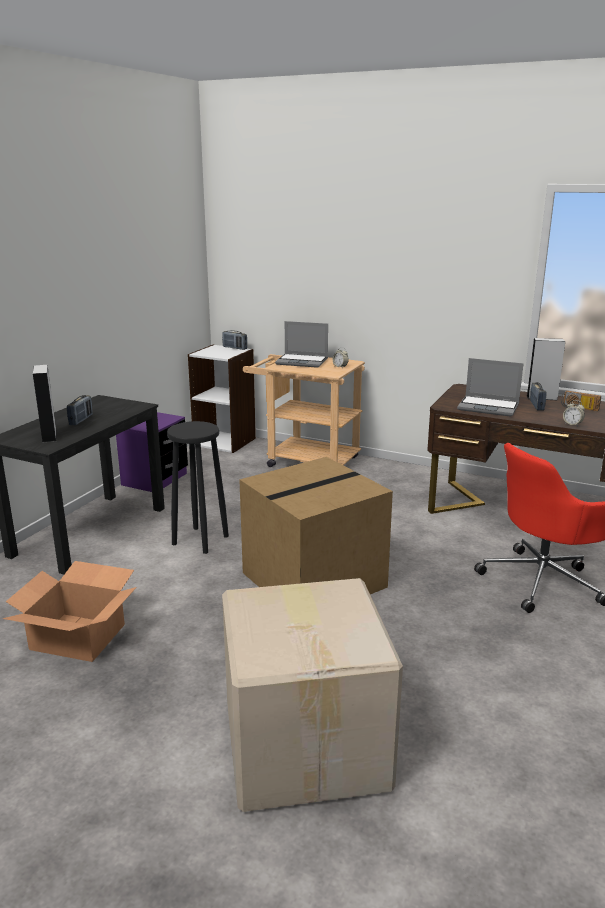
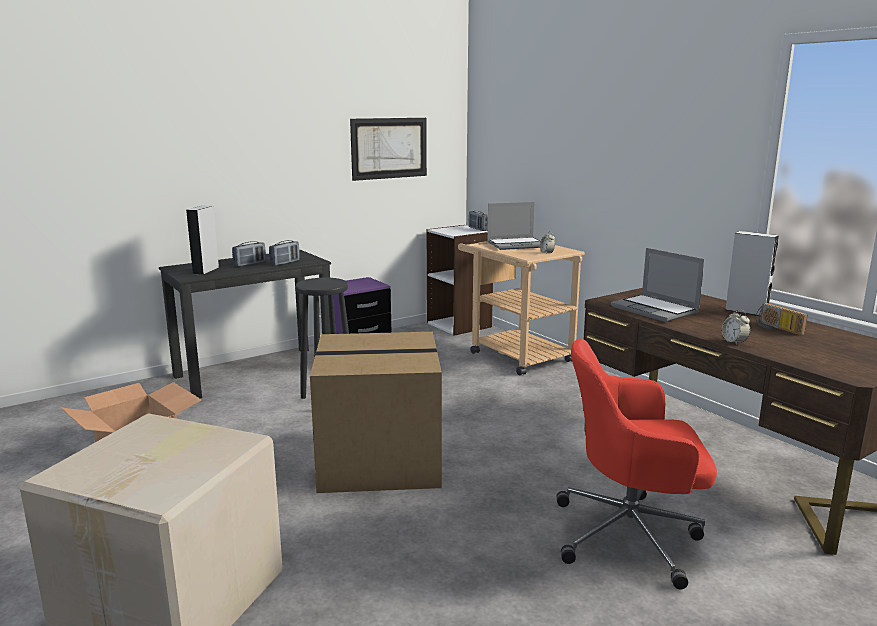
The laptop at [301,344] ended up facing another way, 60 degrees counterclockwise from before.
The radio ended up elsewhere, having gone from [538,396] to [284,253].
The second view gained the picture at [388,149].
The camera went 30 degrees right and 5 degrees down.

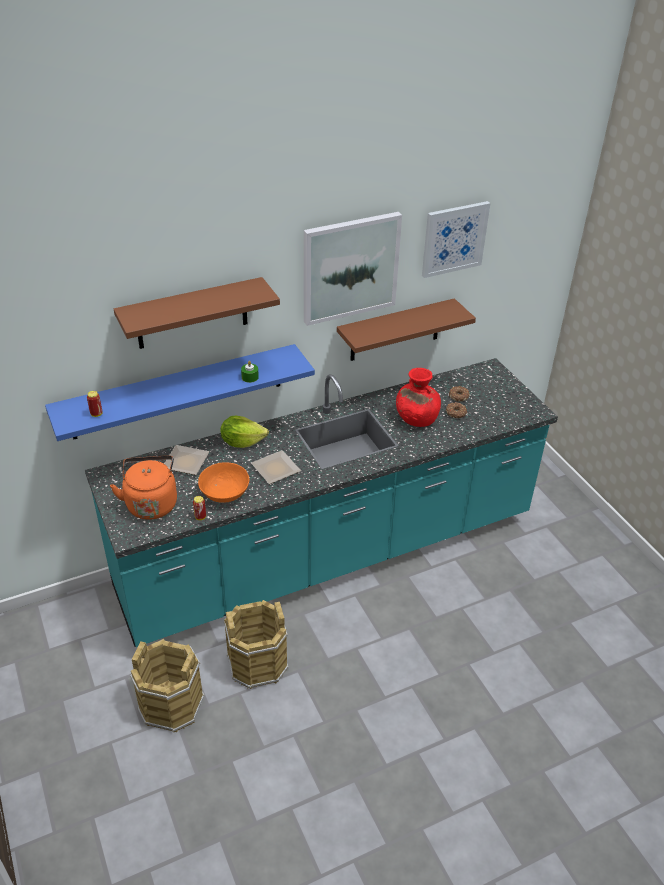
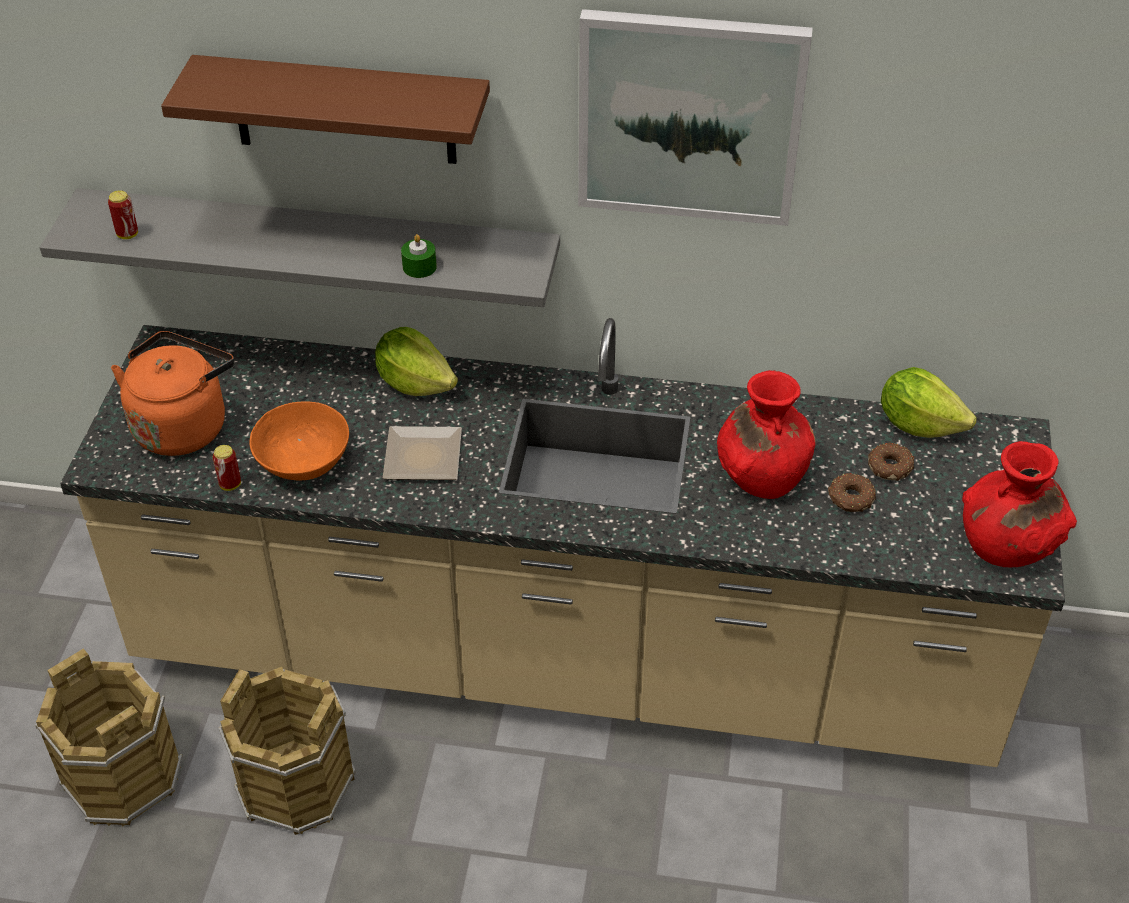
The second view lost the picture at [456,239].
The second view lost the brown_shelf at [406,329].
What was the blue_shelf at [180,392] turned into the grey_shelf at [300,247].
What was the turquoise_counter at [321,502] turned into the beige_counter at [562,542].
The second view lost the plate at [186,460].
The second view gained the lettuce at [929,402].
The second view gained the red_vase at [1019,504].
The camera went 35 degrees right and 5 degrees up.

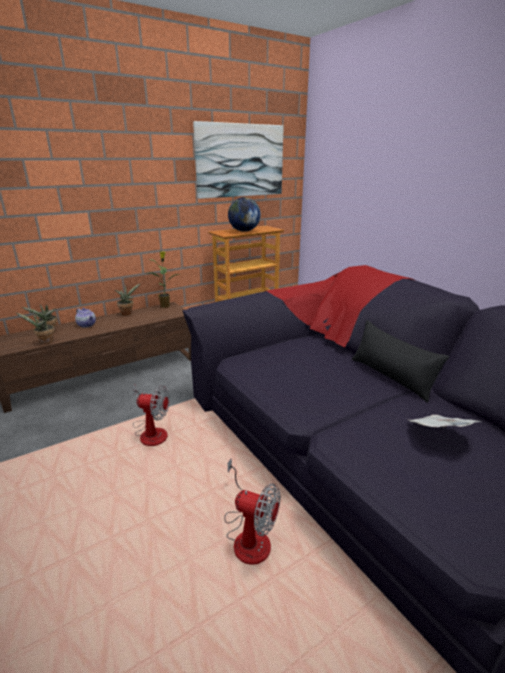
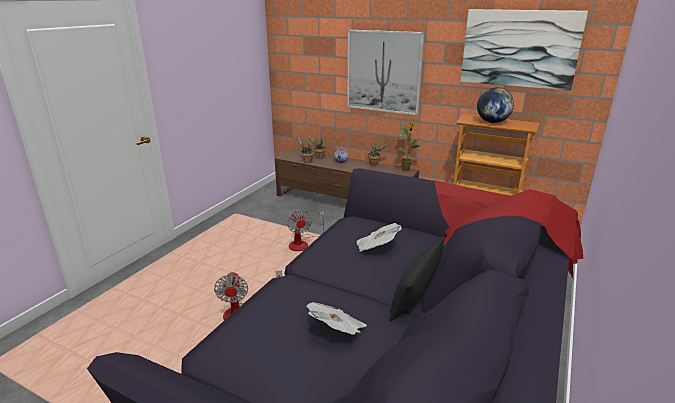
The second view gained the picture at [386,72].
The second view gained the newspaper at [379,237].
The camera went 60 degrees right and 0 degrees up.

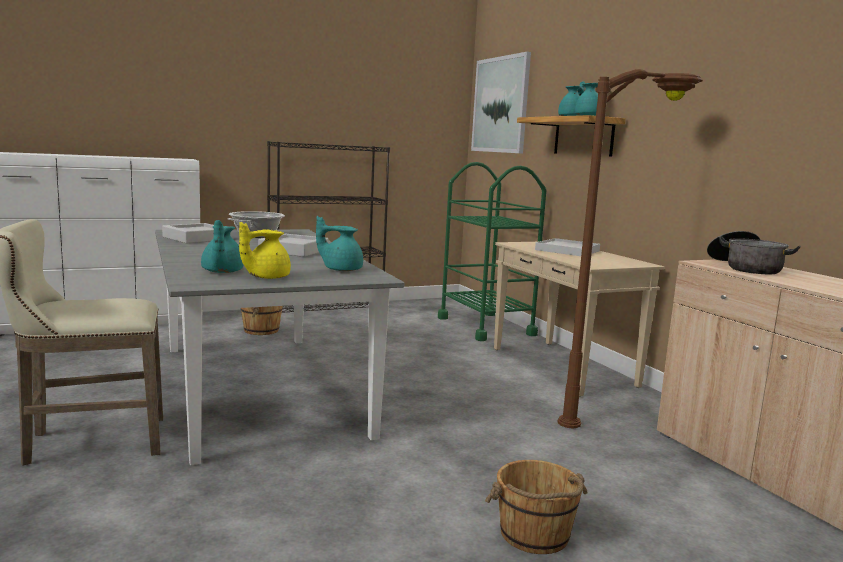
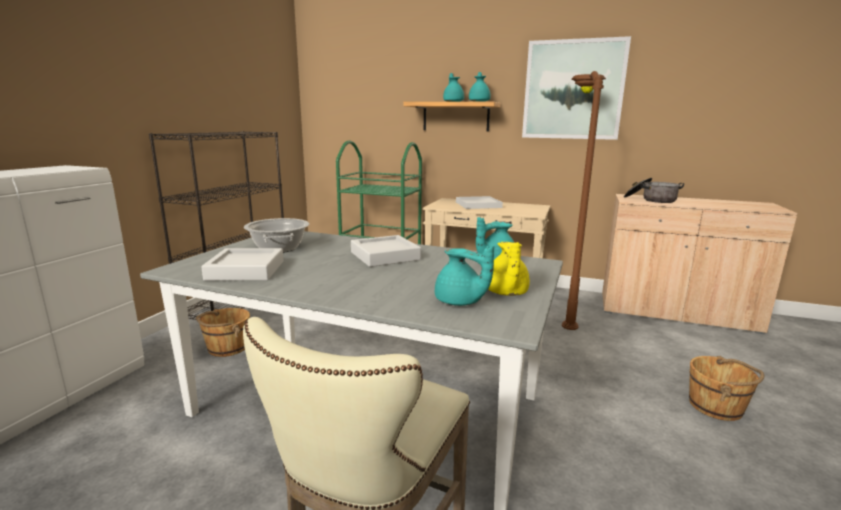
The picture ended up elsewhere, having gone from [501,103] to [576,88].
The camera went 45 degrees left and 5 degrees up.

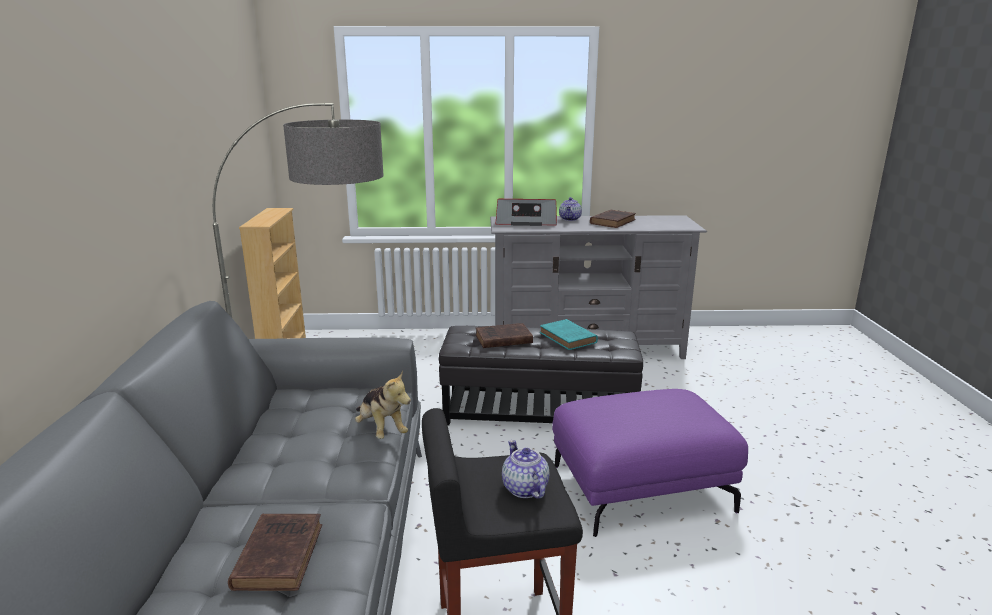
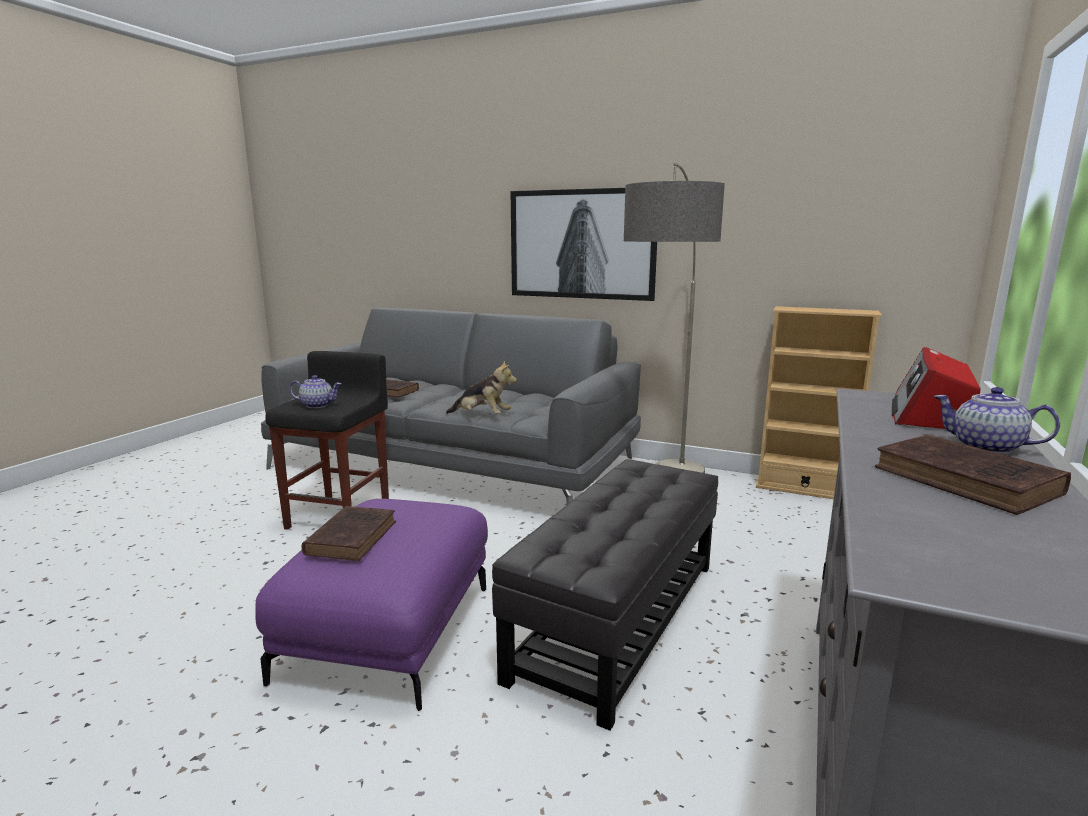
The second view lost the turquoise_book at [569,334].
The brown_book ended up elsewhere, having gone from [504,335] to [349,533].
The plush_toy at [383,405] ended up facing another way, 150 degrees counterclockwise from before.
The second view gained the picture at [583,244].
The camera went 115 degrees right and 5 degrees down.

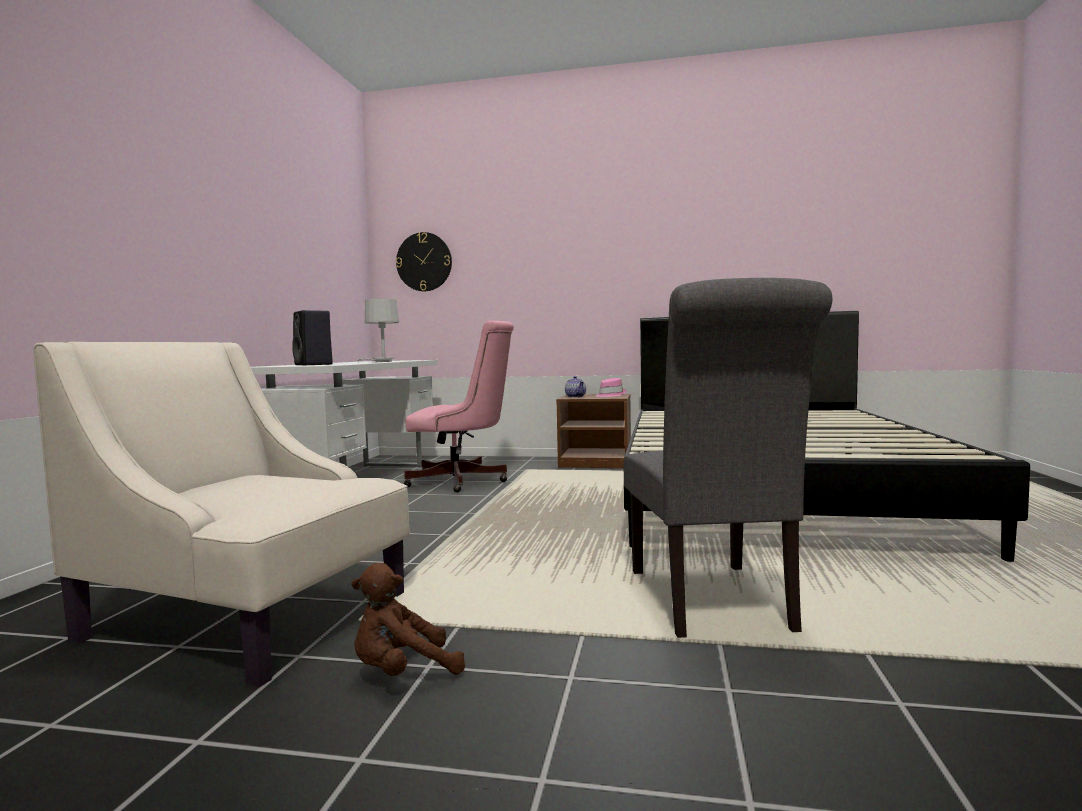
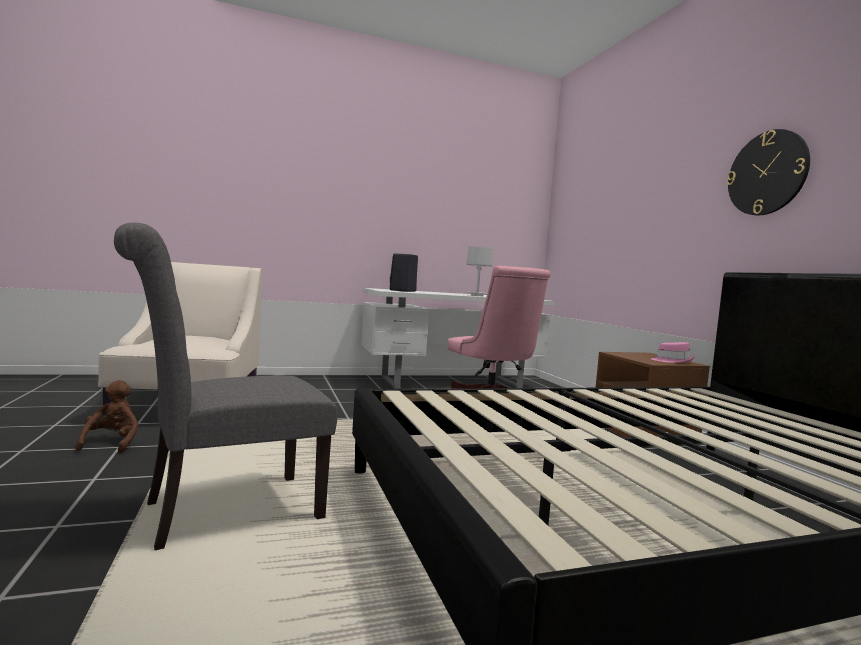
The wall_clock ended up elsewhere, having gone from [424,261] to [768,172].
The second view lost the teapot at [575,387].
The brown_plush_toy at [408,619] ended up facing another way, 45 degrees clockwise from before.
The camera went 60 degrees right and 0 degrees up.

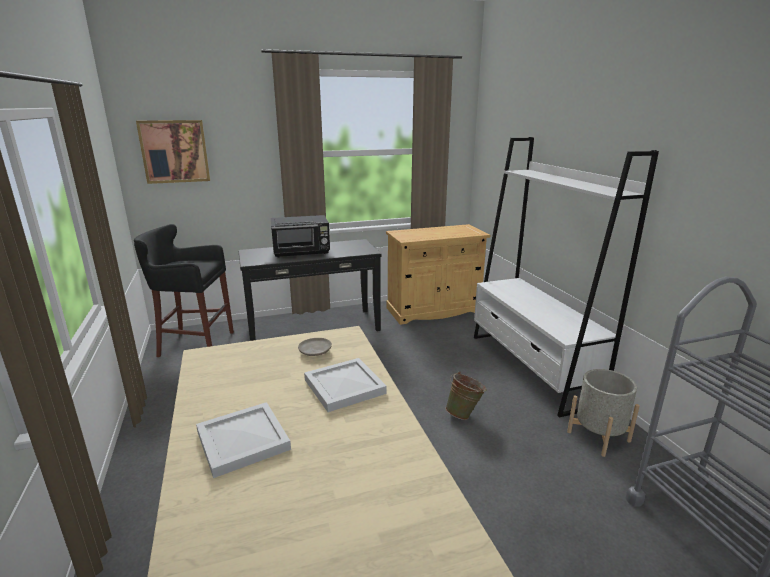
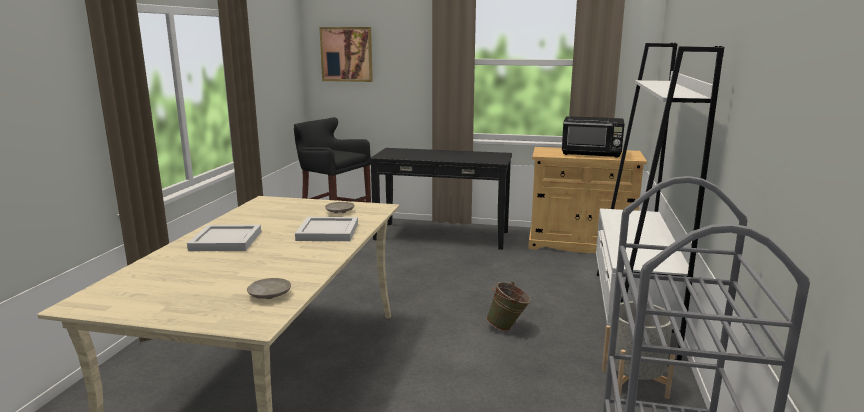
The black_microwave ended up elsewhere, having gone from [300,236] to [593,137].
The second view gained the beige_plate at [269,288].
The camera went 30 degrees right and 5 degrees down.

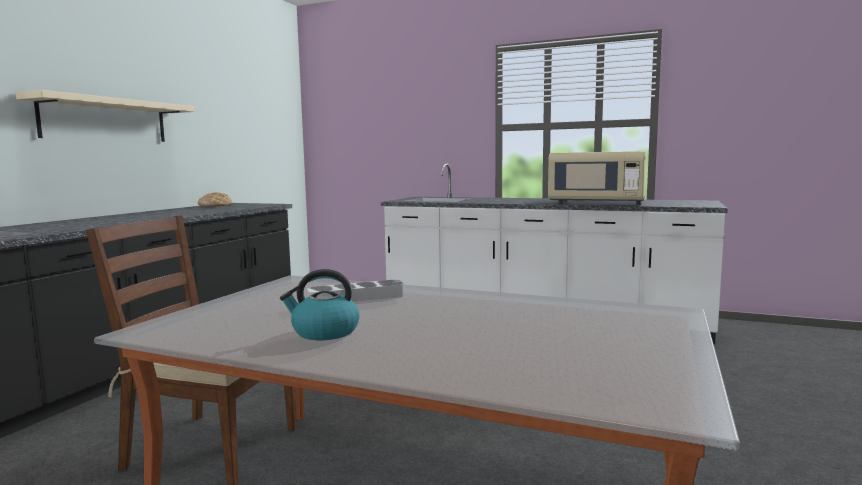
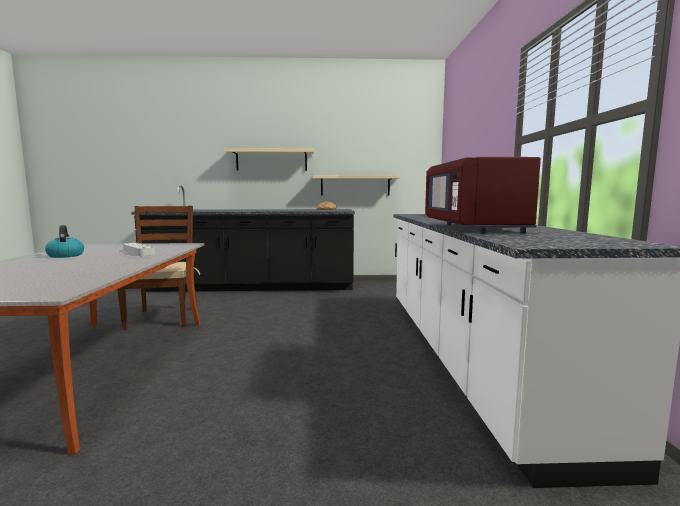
What was the beige_microwave at [597,178] turned into the red_microwave at [483,195].
The second view gained the beige_shelf at [356,185].
The camera went 65 degrees right and 0 degrees up.

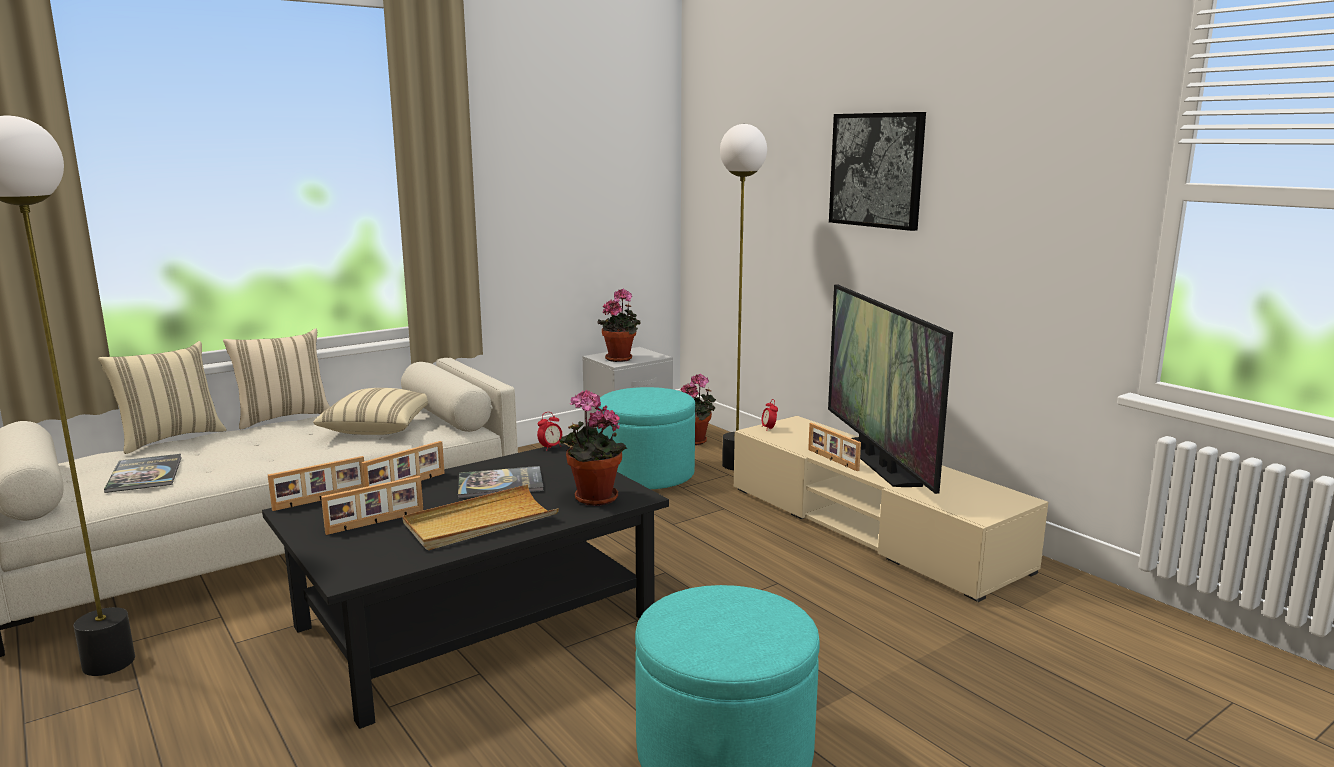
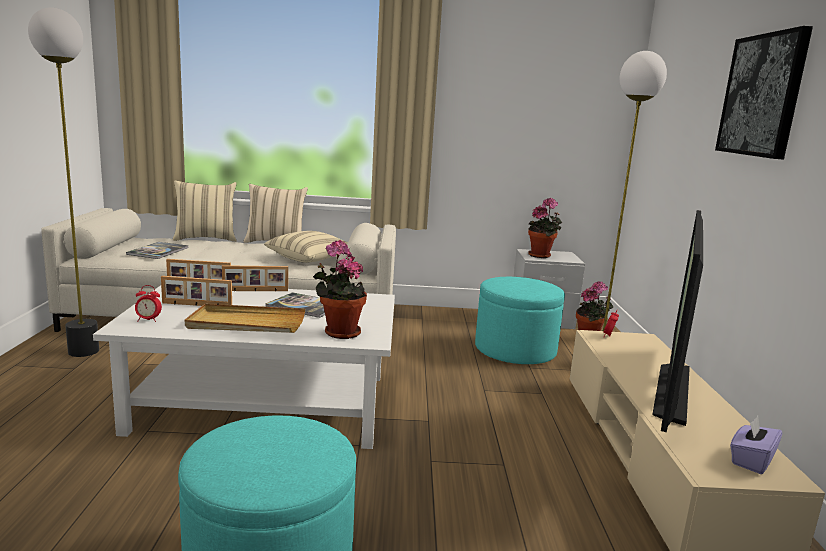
The alarm_clock ended up elsewhere, having gone from [549,431] to [148,303].
The second view lost the picture_frame at [834,447].
What was the black_coffee_table at [465,586] turned into the white_coffee_table at [244,367].
The second view gained the purple_tissue_box at [756,445].
The camera went 35 degrees right and 0 degrees up.

